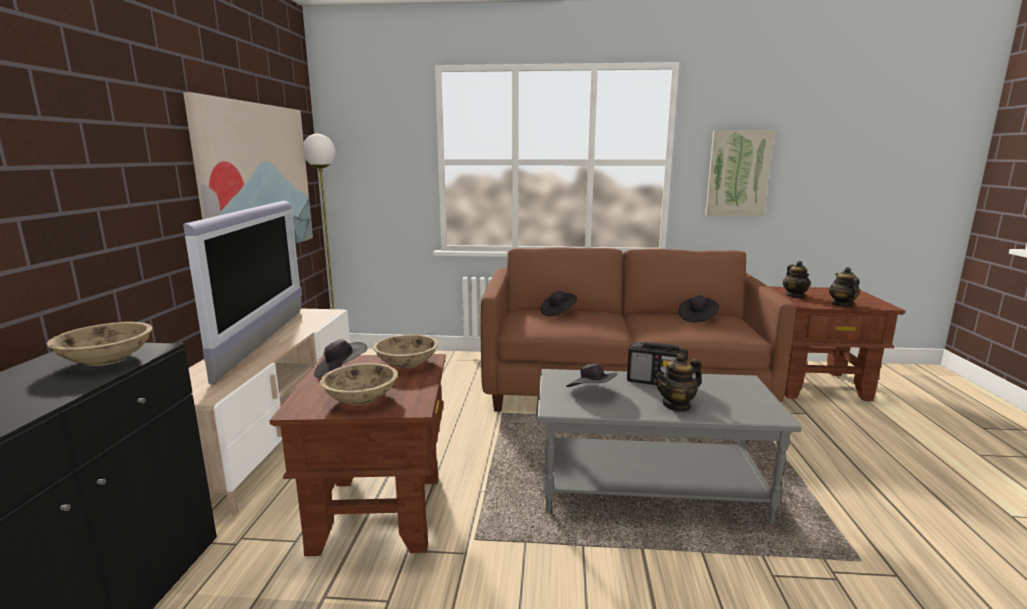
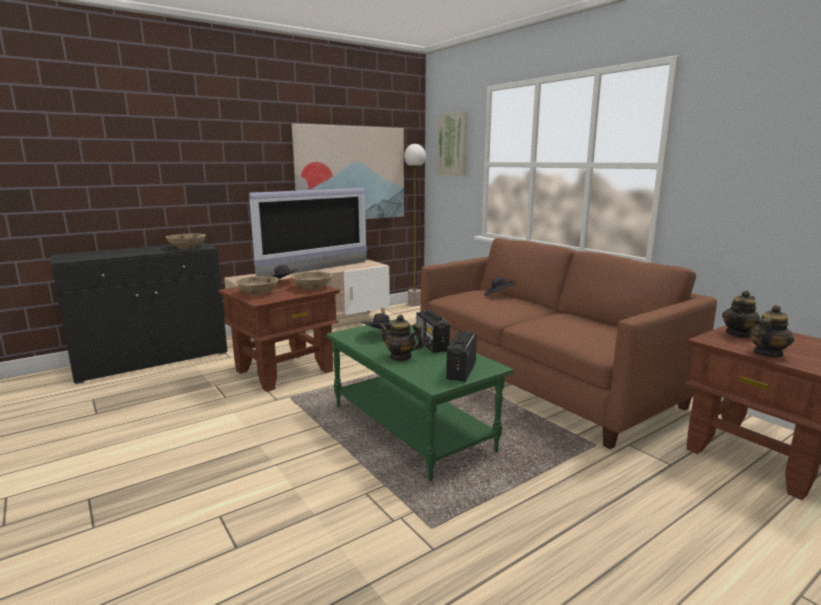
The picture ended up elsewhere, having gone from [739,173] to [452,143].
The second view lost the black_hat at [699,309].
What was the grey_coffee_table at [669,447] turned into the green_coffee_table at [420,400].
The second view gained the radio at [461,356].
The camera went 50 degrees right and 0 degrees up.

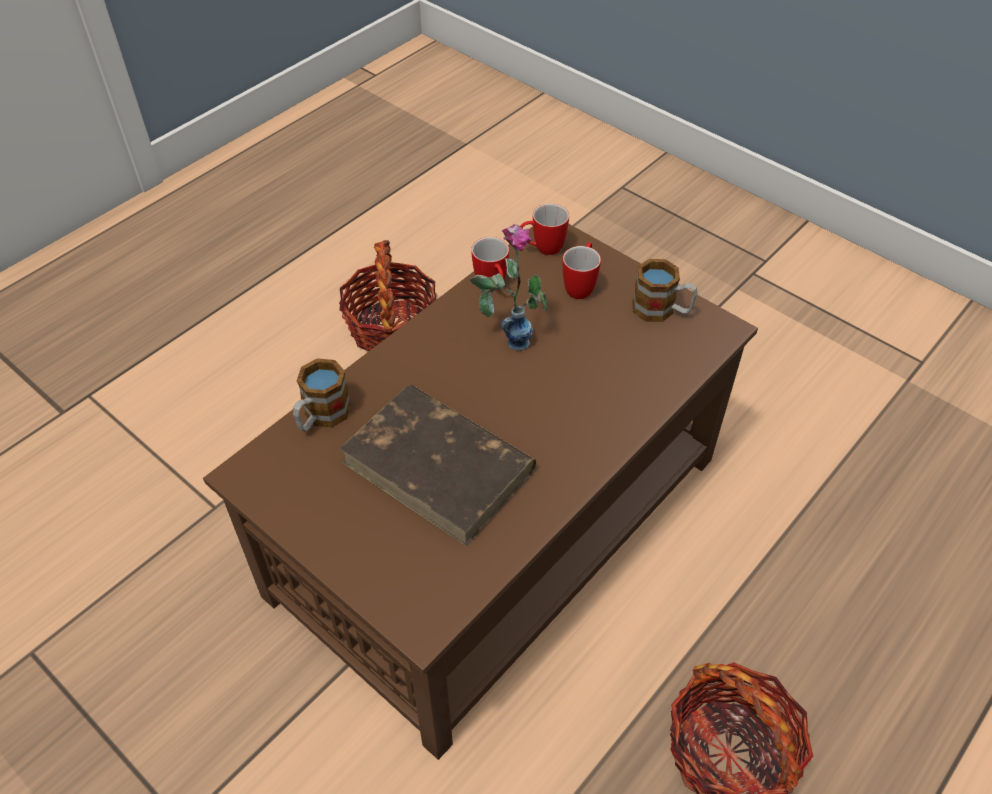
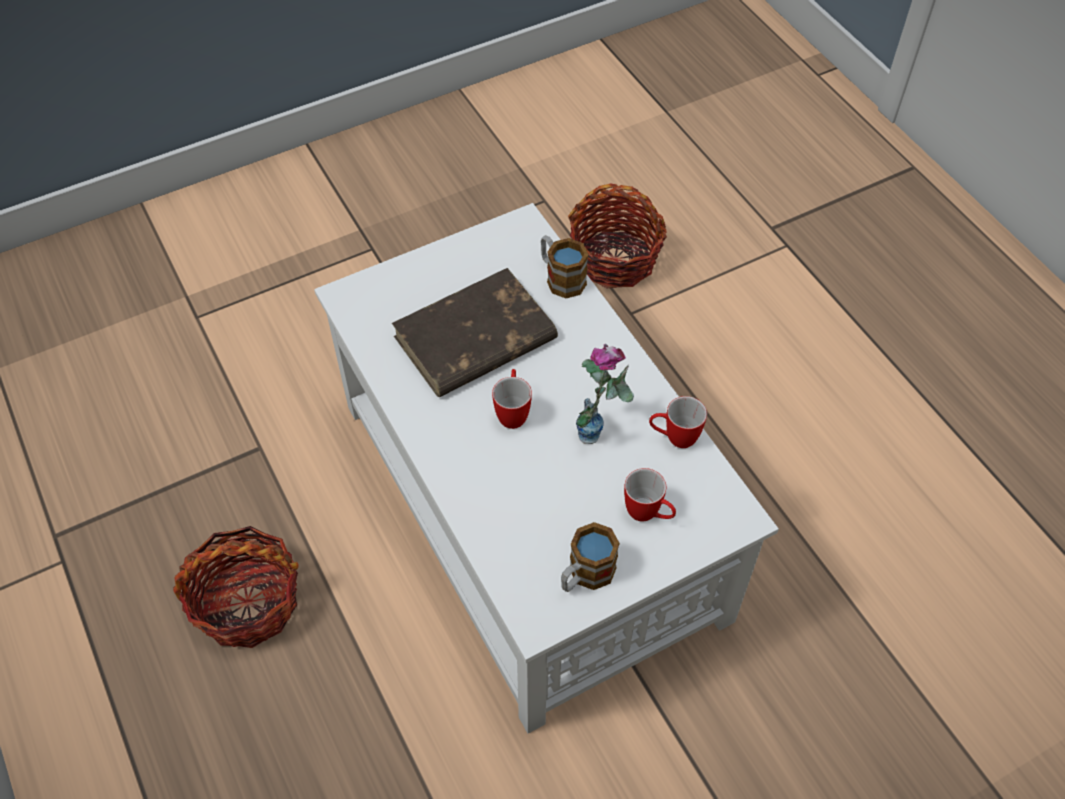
The mug ended up elsewhere, having gone from [544,229] to [512,399].
What was the brown_coffee_table at [480,492] turned into the white_coffee_table at [546,468].
The basket ended up elsewhere, having gone from [388,295] to [617,235].
The camera went 110 degrees right and 5 degrees up.

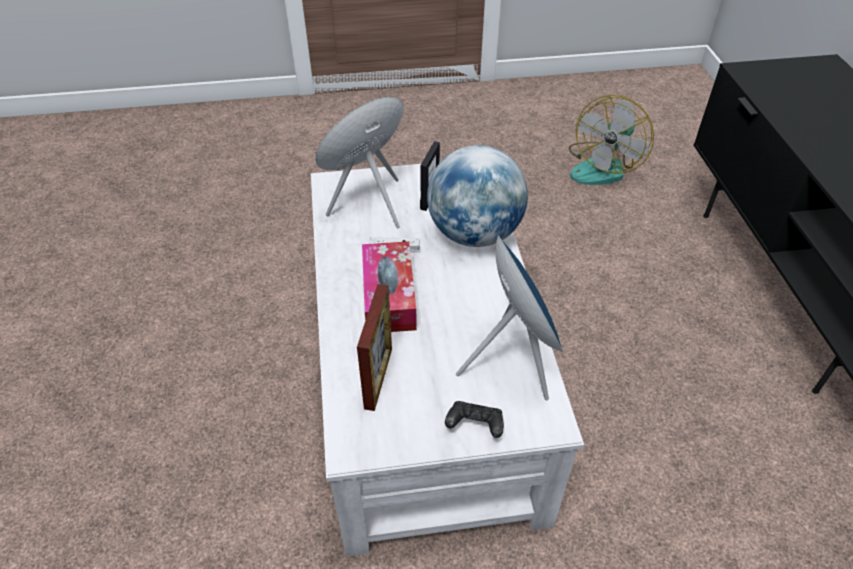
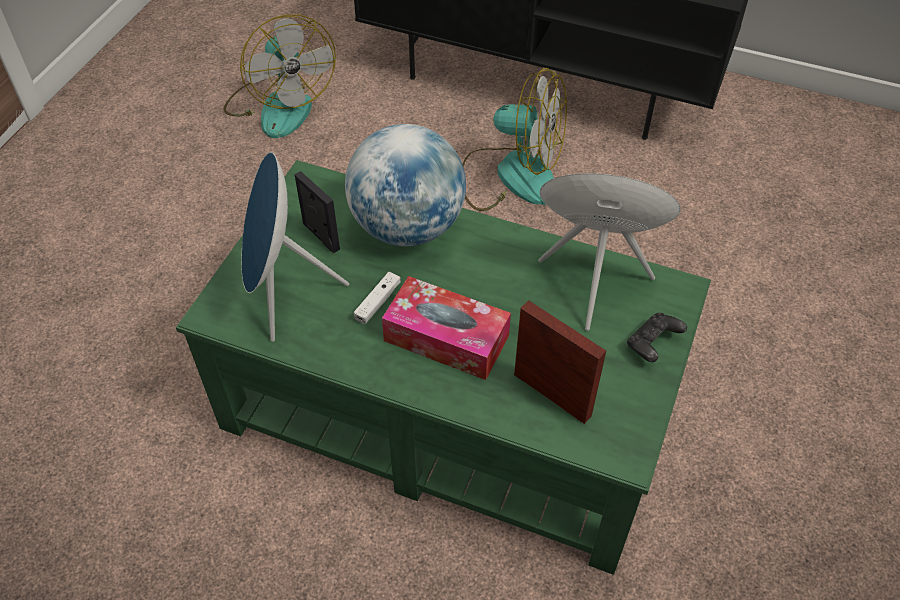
What was the white_coffee_table at [447,360] turned into the green_coffee_table at [443,367].
The second view gained the fan at [514,139].
The camera went 60 degrees left and 5 degrees up.

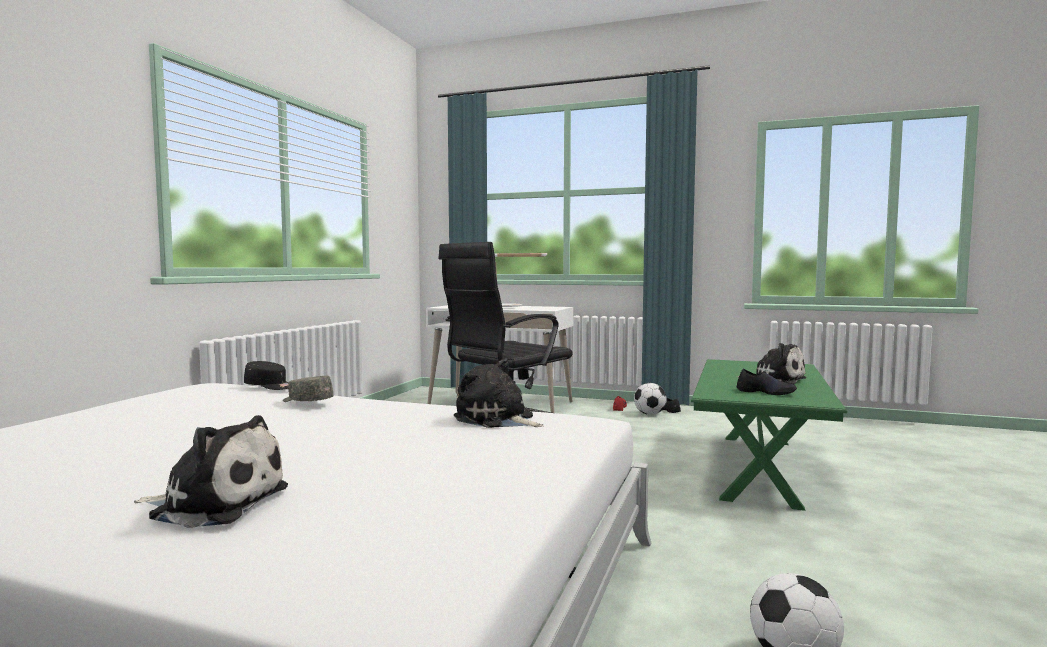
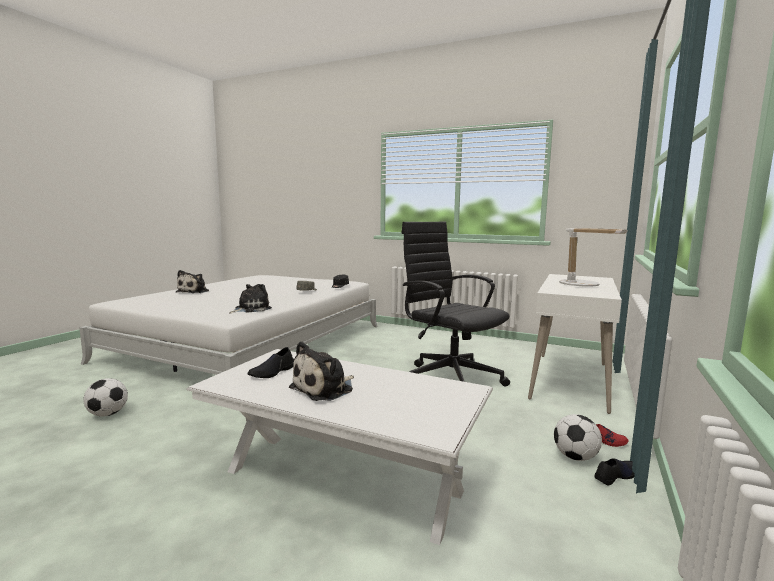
What was the green_coffee_table at [769,435] turned into the white_coffee_table at [339,447].
The camera went 95 degrees right and 5 degrees up.

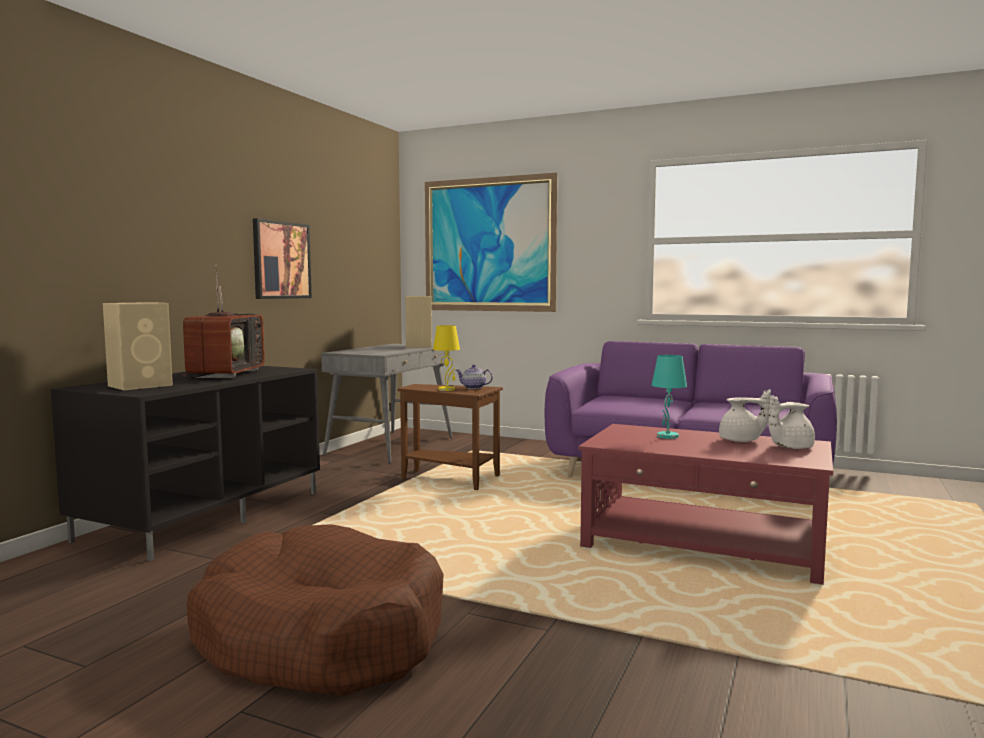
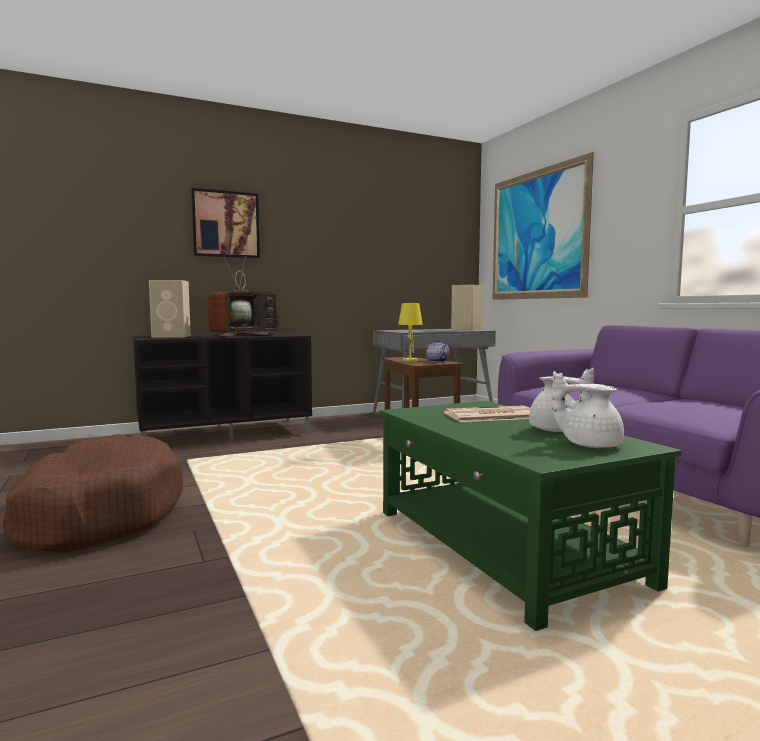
The picture ended up elsewhere, having gone from [282,258] to [225,223].
Where the turquoise_table_lamp stood at [669,397], the newspaper came to stand at [487,413].
What was the red_coffee_table at [706,504] turned into the green_coffee_table at [531,516].
The camera went 40 degrees right and 0 degrees up.

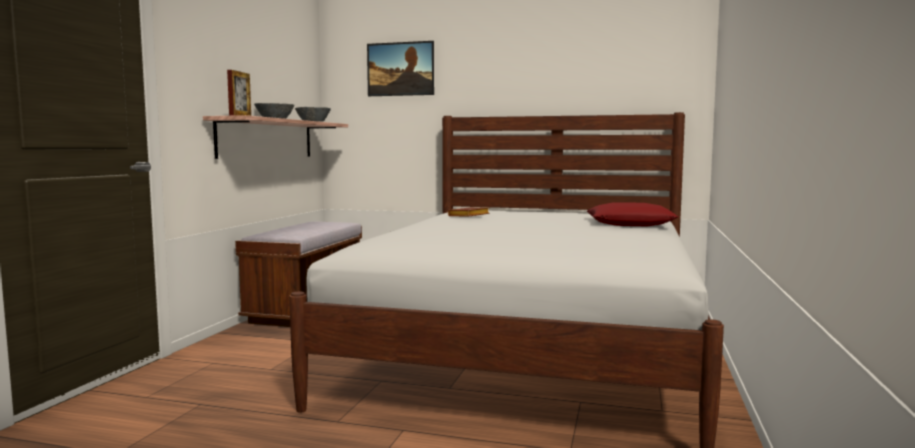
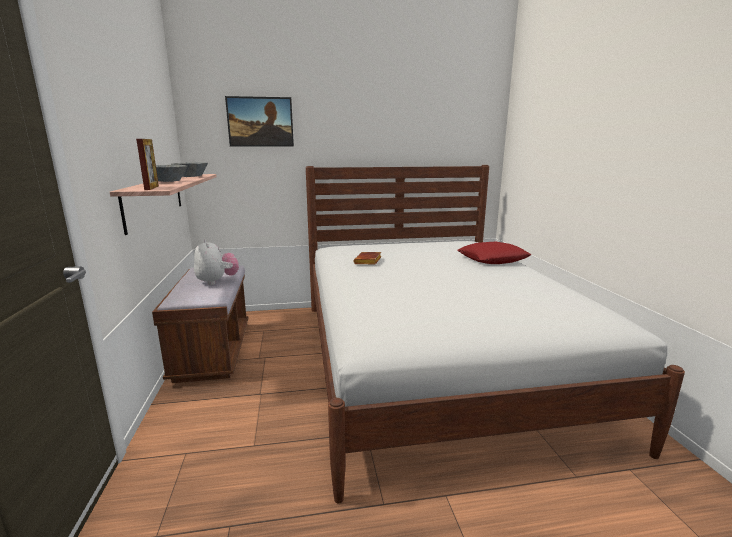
The second view gained the plush_toy at [216,262].
The camera went 25 degrees left and 10 degrees up.

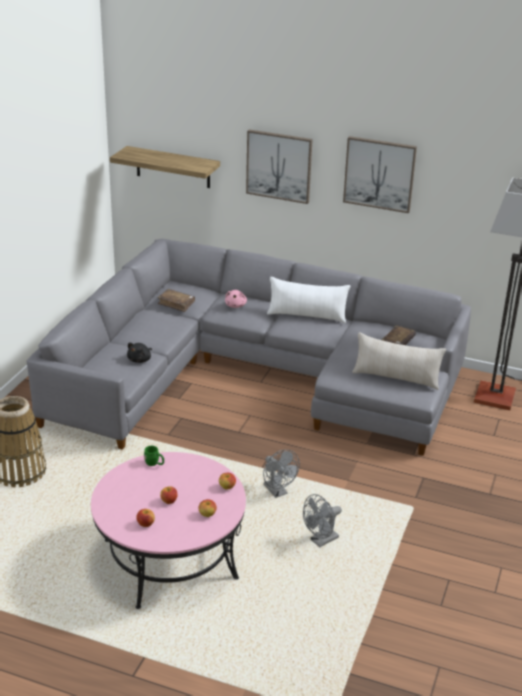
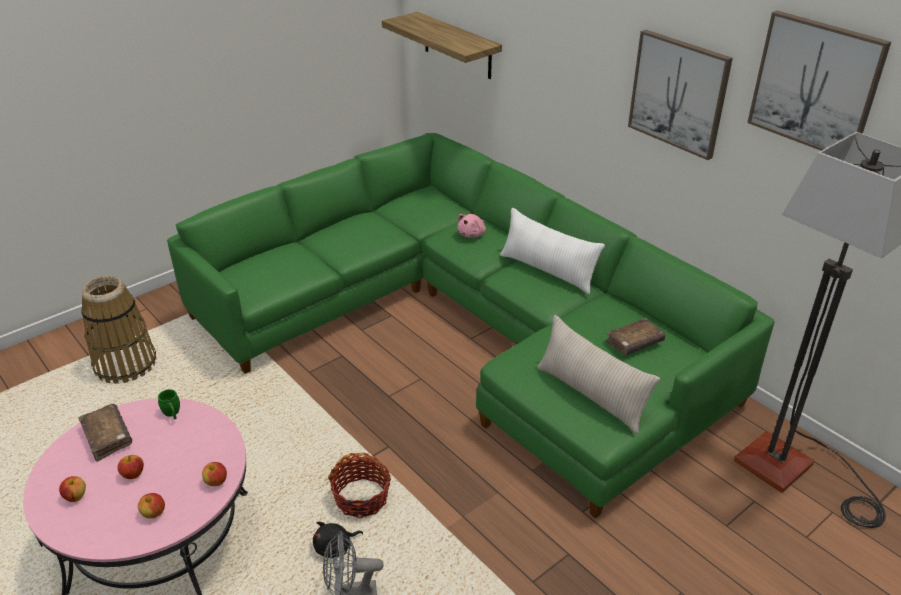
The picture ended up elsewhere, having gone from [279,166] to [819,81].
What was the grey_sofa at [249,347] turned into the green_sofa at [471,326].
The brown_book ended up elsewhere, having gone from [176,300] to [105,433].
The black_plush_toy ended up elsewhere, having gone from [139,353] to [338,540].
Where the grey_fan stood at [281,474], the basket came to stand at [359,485].
The camera went 30 degrees right and 5 degrees up.

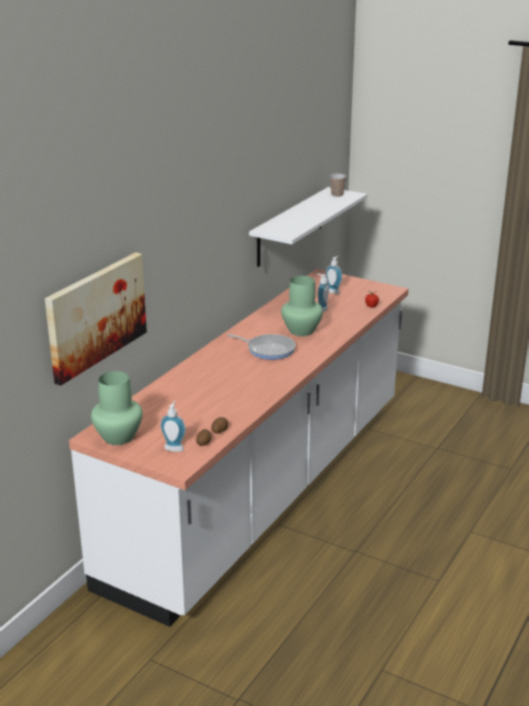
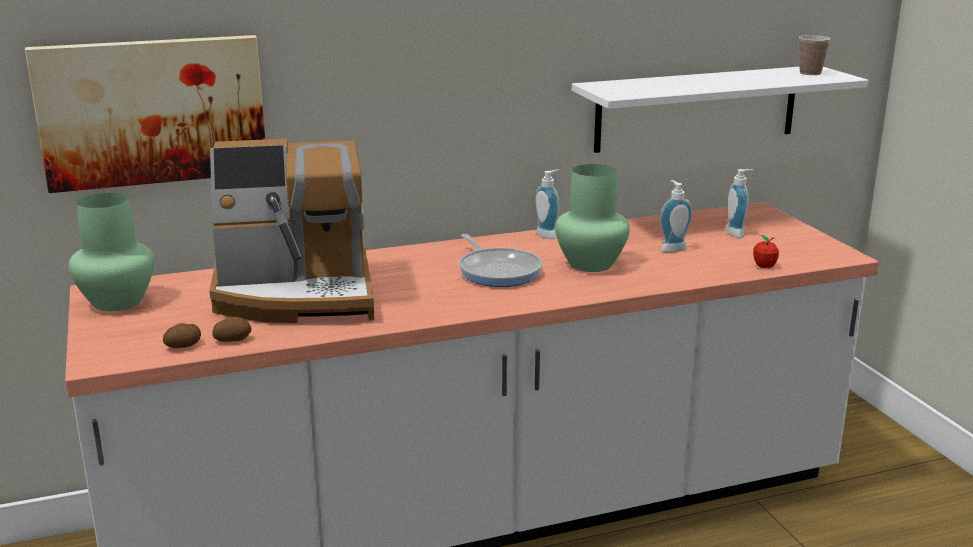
The soap_dispenser ended up elsewhere, having gone from [173,426] to [547,204].
The second view gained the coffee_machine at [291,231].
The camera went 40 degrees right and 5 degrees down.

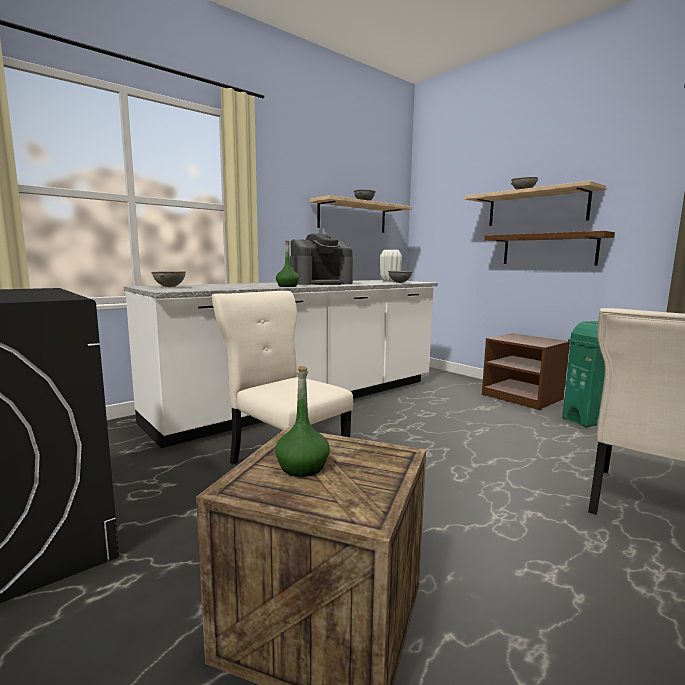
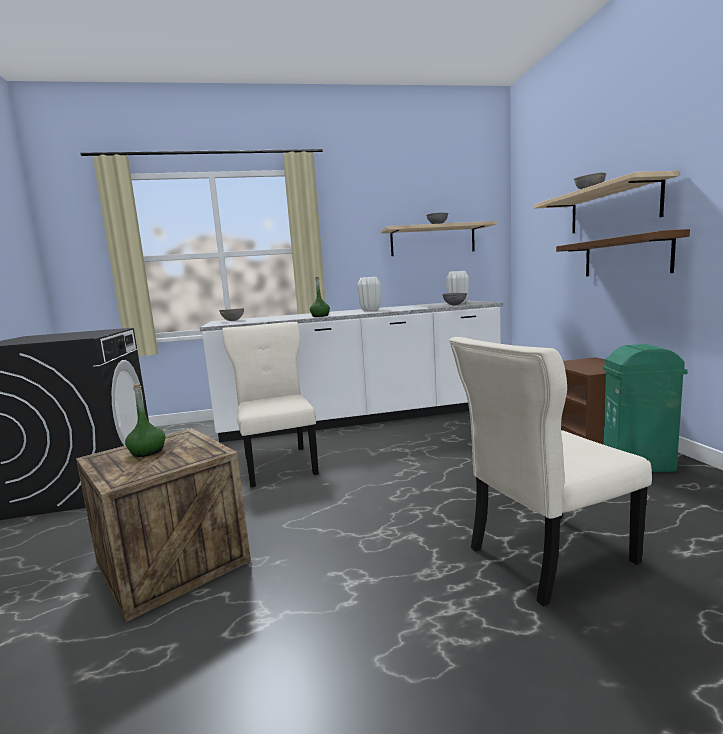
Where the coffee_machine stood at [321,259], the white_vase came to stand at [369,294].
The camera went 30 degrees right and 0 degrees up.

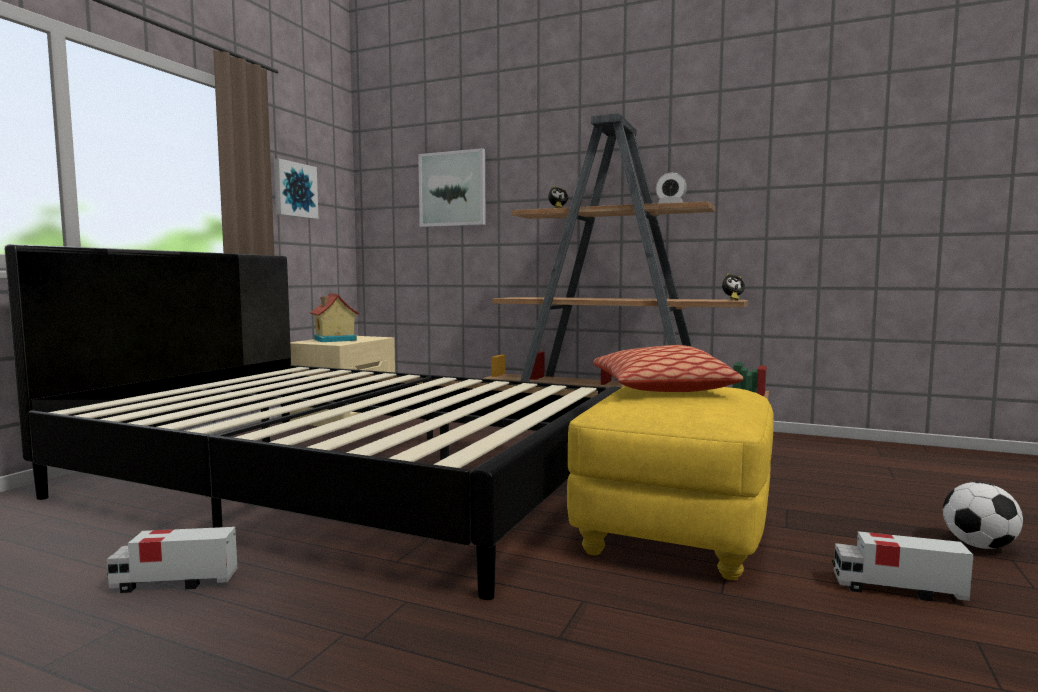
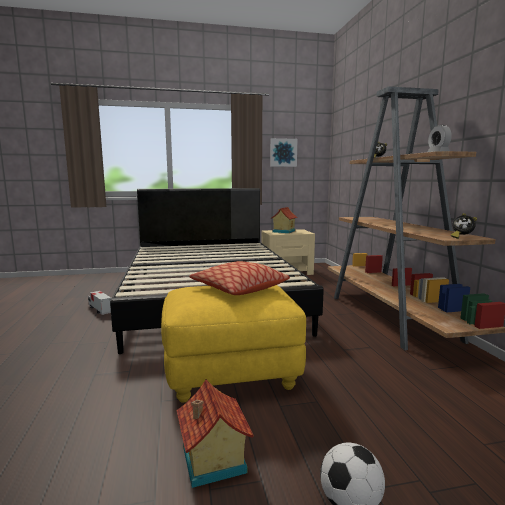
The second view lost the picture at [452,187].
Where the toy_truck stood at [902,566], the toy_house came to stand at [215,433].
The camera went 55 degrees right and 5 degrees up.

